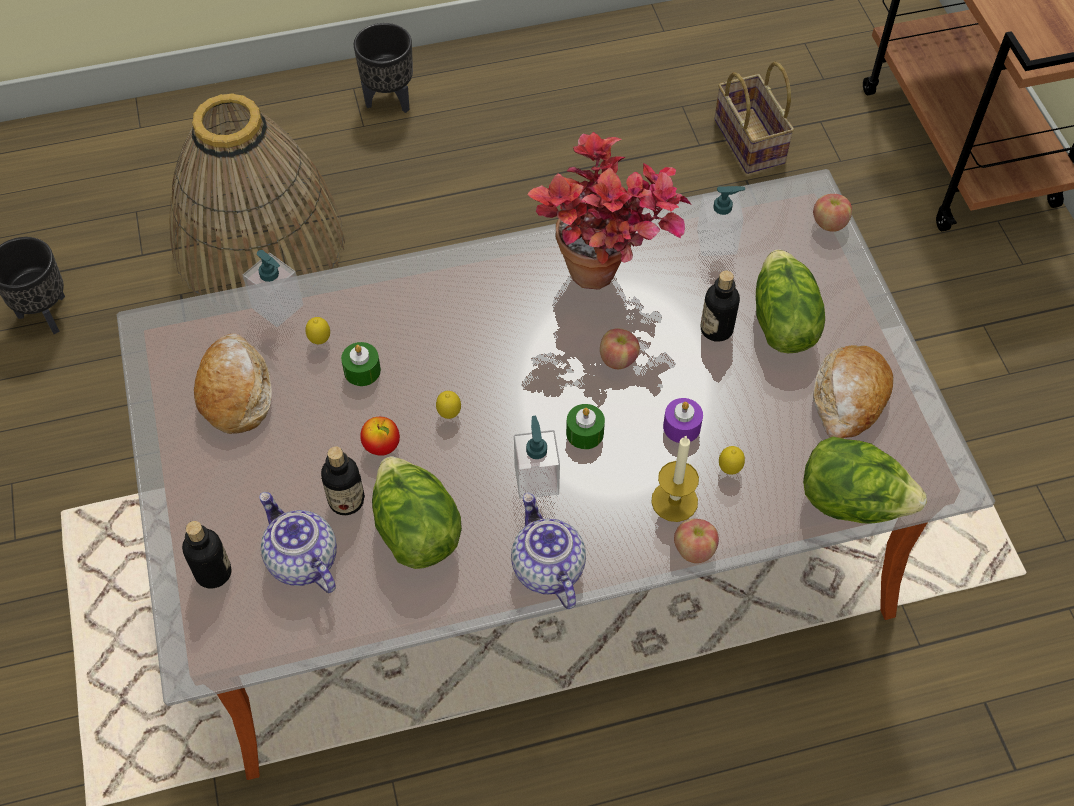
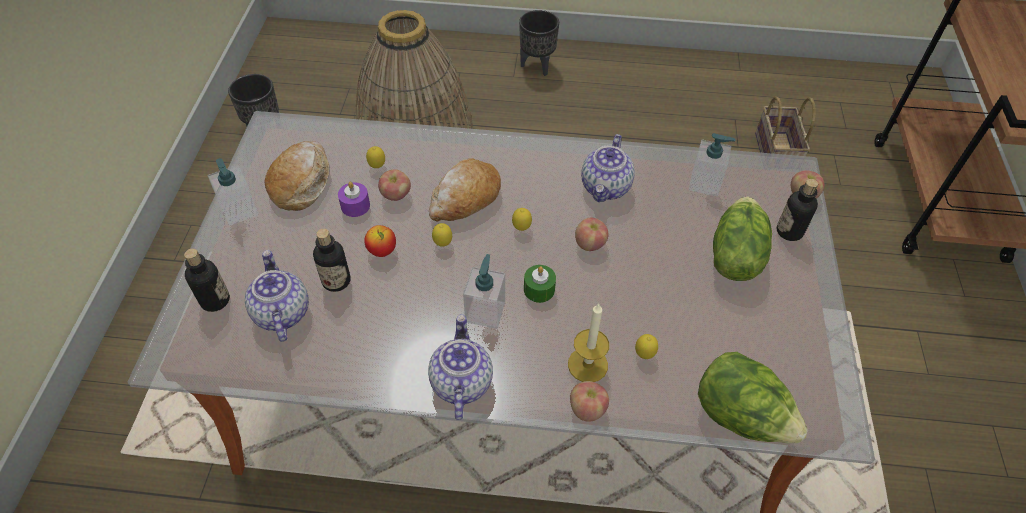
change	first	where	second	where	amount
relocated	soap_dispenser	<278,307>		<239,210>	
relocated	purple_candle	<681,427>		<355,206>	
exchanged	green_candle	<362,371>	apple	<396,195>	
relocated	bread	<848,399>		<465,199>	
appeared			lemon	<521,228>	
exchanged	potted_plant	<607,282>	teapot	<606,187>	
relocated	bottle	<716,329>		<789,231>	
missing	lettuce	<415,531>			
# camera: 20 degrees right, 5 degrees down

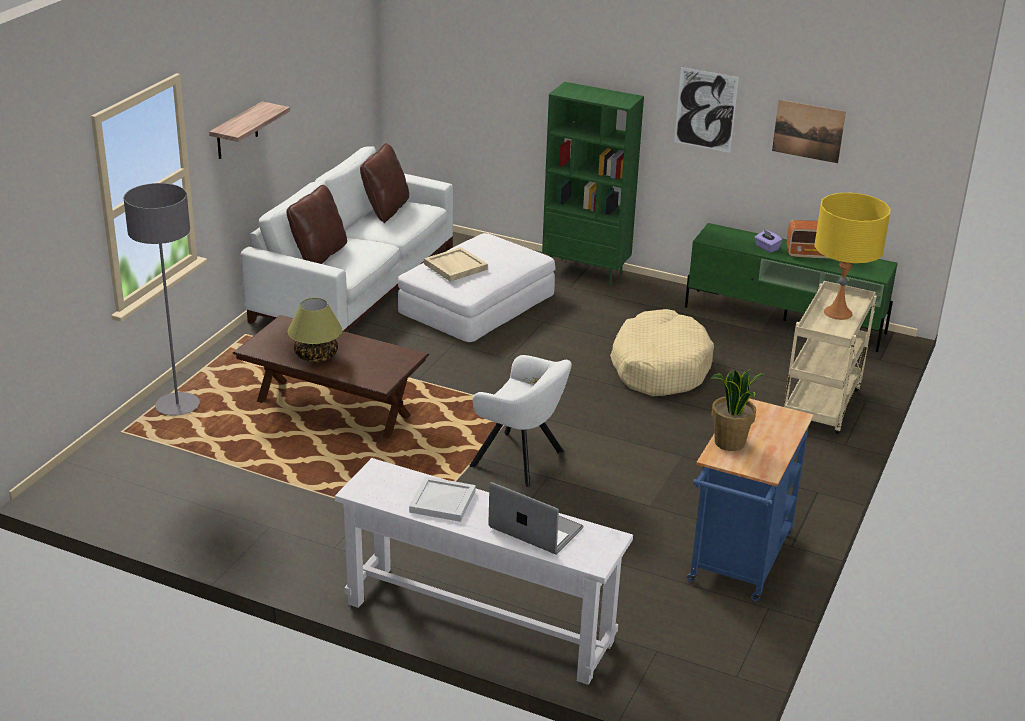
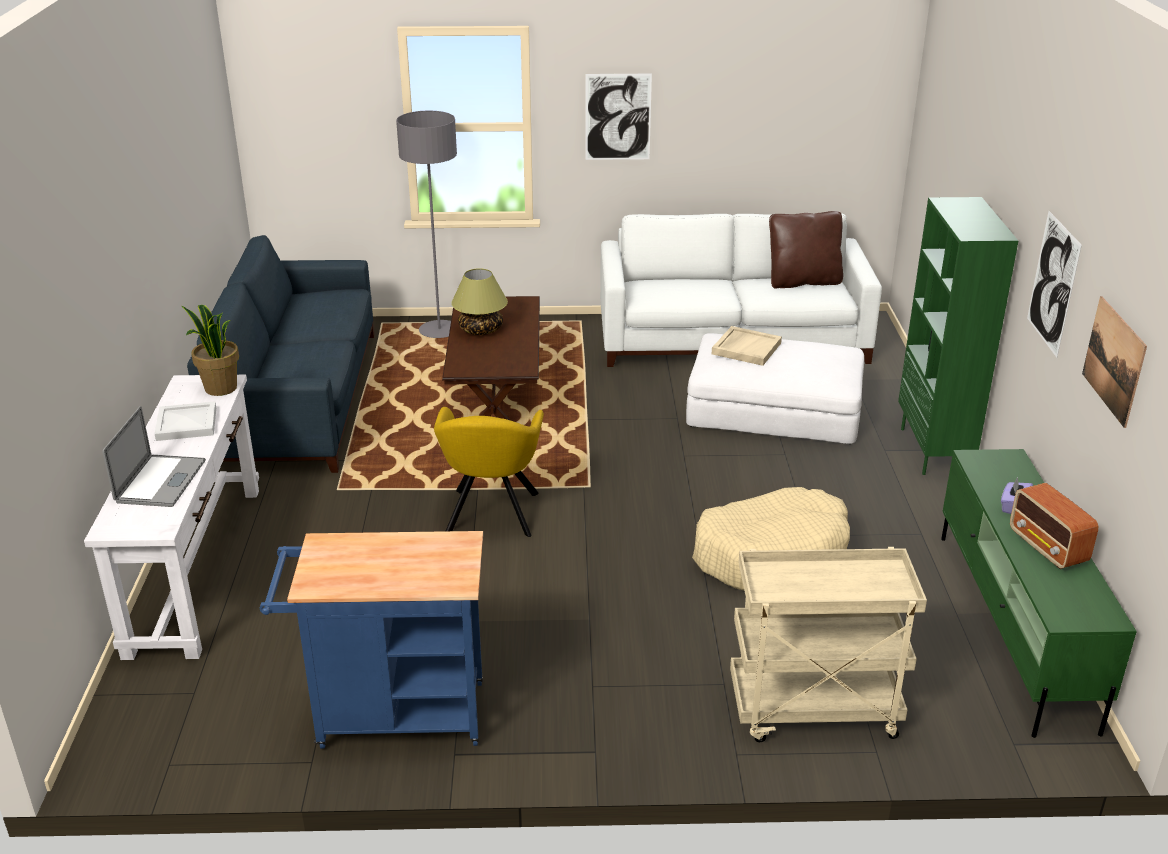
change	first	where	second	where	amount
relocated	potted_plant	<730,443>		<220,388>	
appeared			blue_sofa	<298,398>	
colour	white_armchair	<521,460>	yellow_armchair	<491,516>	
exchanged	shelf	<237,131>	picture	<618,117>	
missing	brown_pillow	<318,256>			
missing	yellow_table_lamp	<838,312>			
# camera: 65 degrees right, 0 degrees up

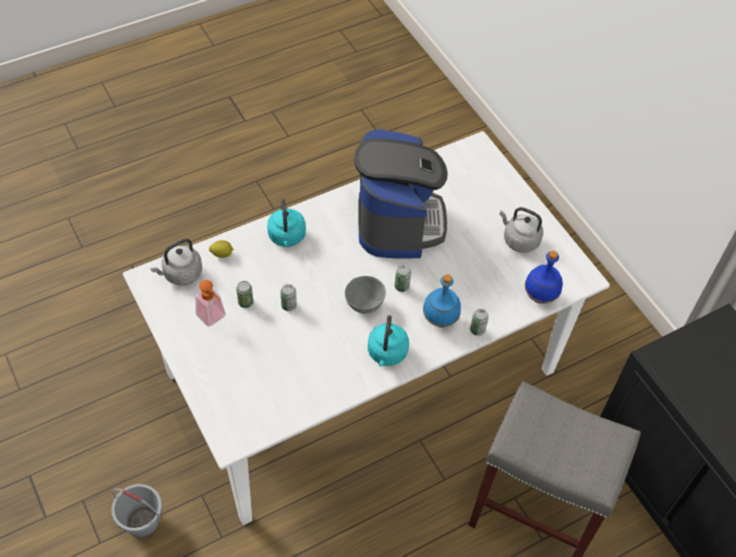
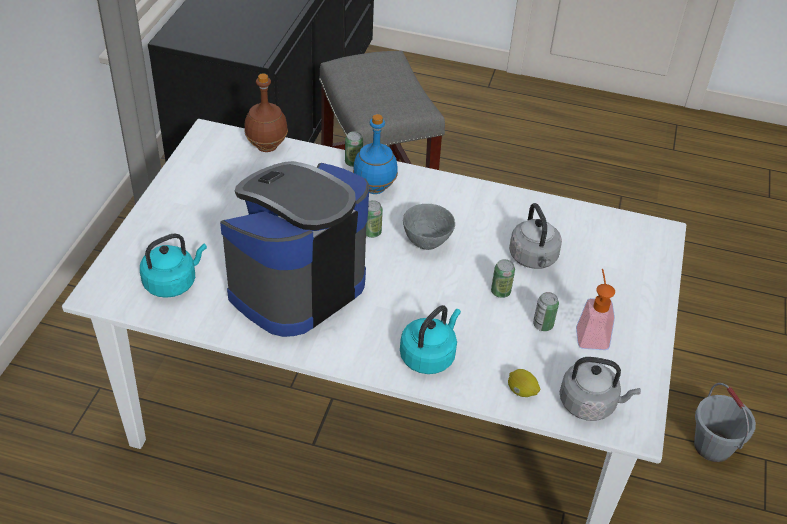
change	first	where	second	where	amount
relocated	turquoise_kettle	<387,354>		<173,282>	
colour	blue_bottle	<540,296>	brown_bottle	<266,147>	
relocated	grey_kettle	<519,240>		<533,259>	
# camera: 135 degrees left, 10 degrees down

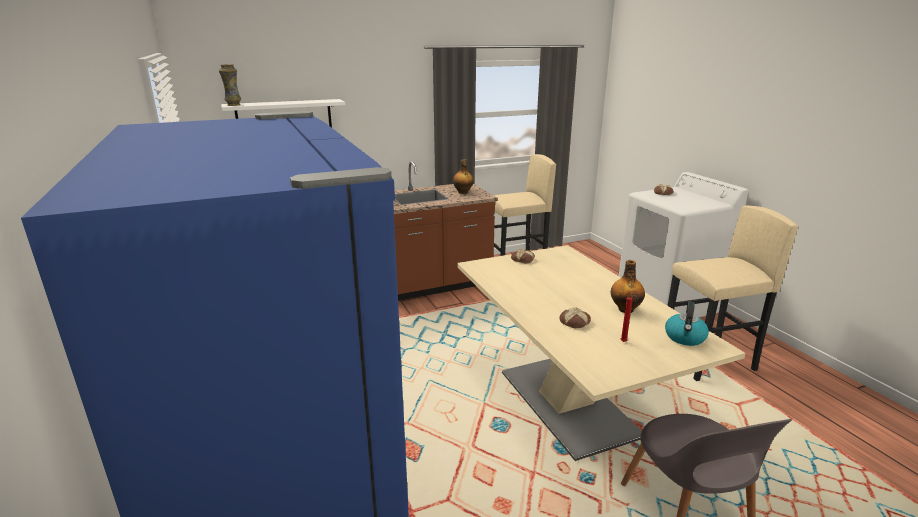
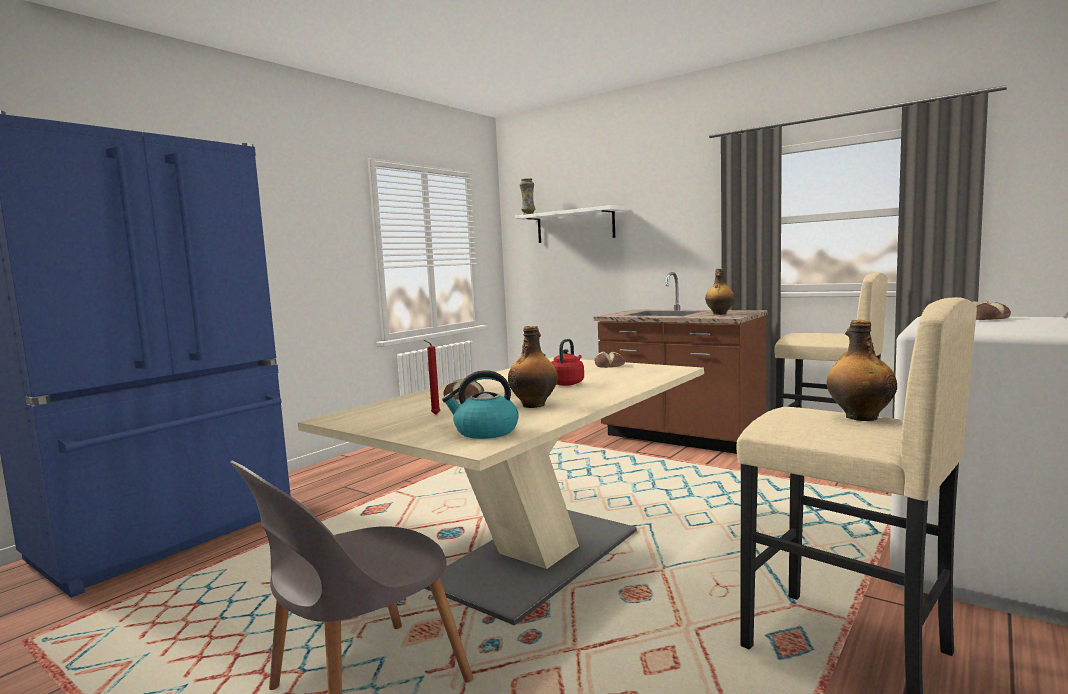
change	first	where	second	where	amount
appeared			red_kettle	<567,383>	
appeared			bottle	<860,417>	
# camera: 60 degrees right, 15 degrees down

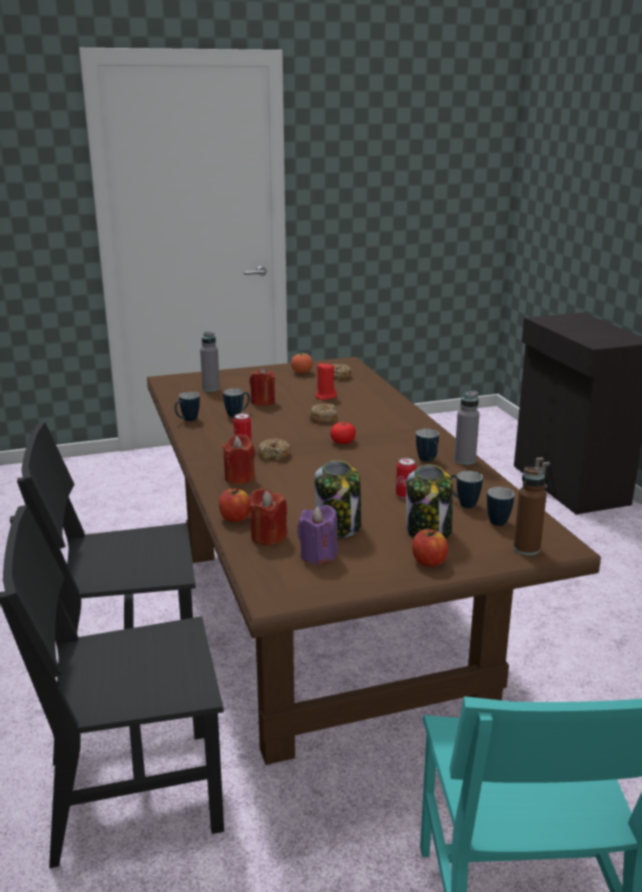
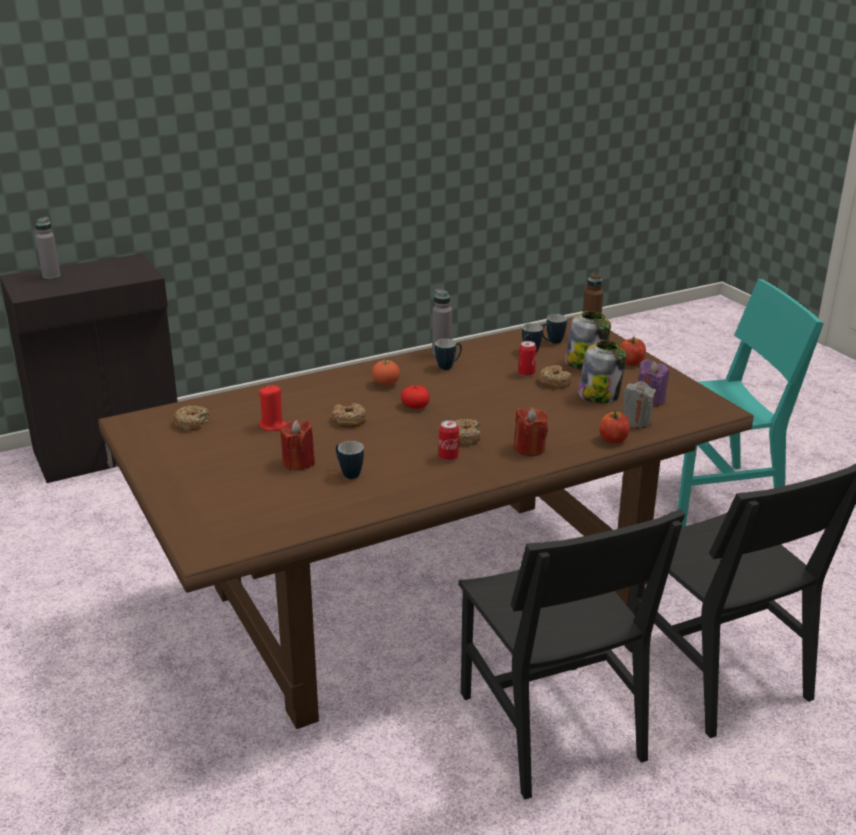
change	first	where	second	where	amount
relocated	grey_bottle	<211,388>		<51,276>	
relocated	tomato	<302,372>		<386,384>	
appeared			donut	<554,382>	
colour	red_candle	<268,537>	grey_candle	<636,421>	
missing	mug	<187,420>			
# camera: 100 degrees left, 5 degrees up

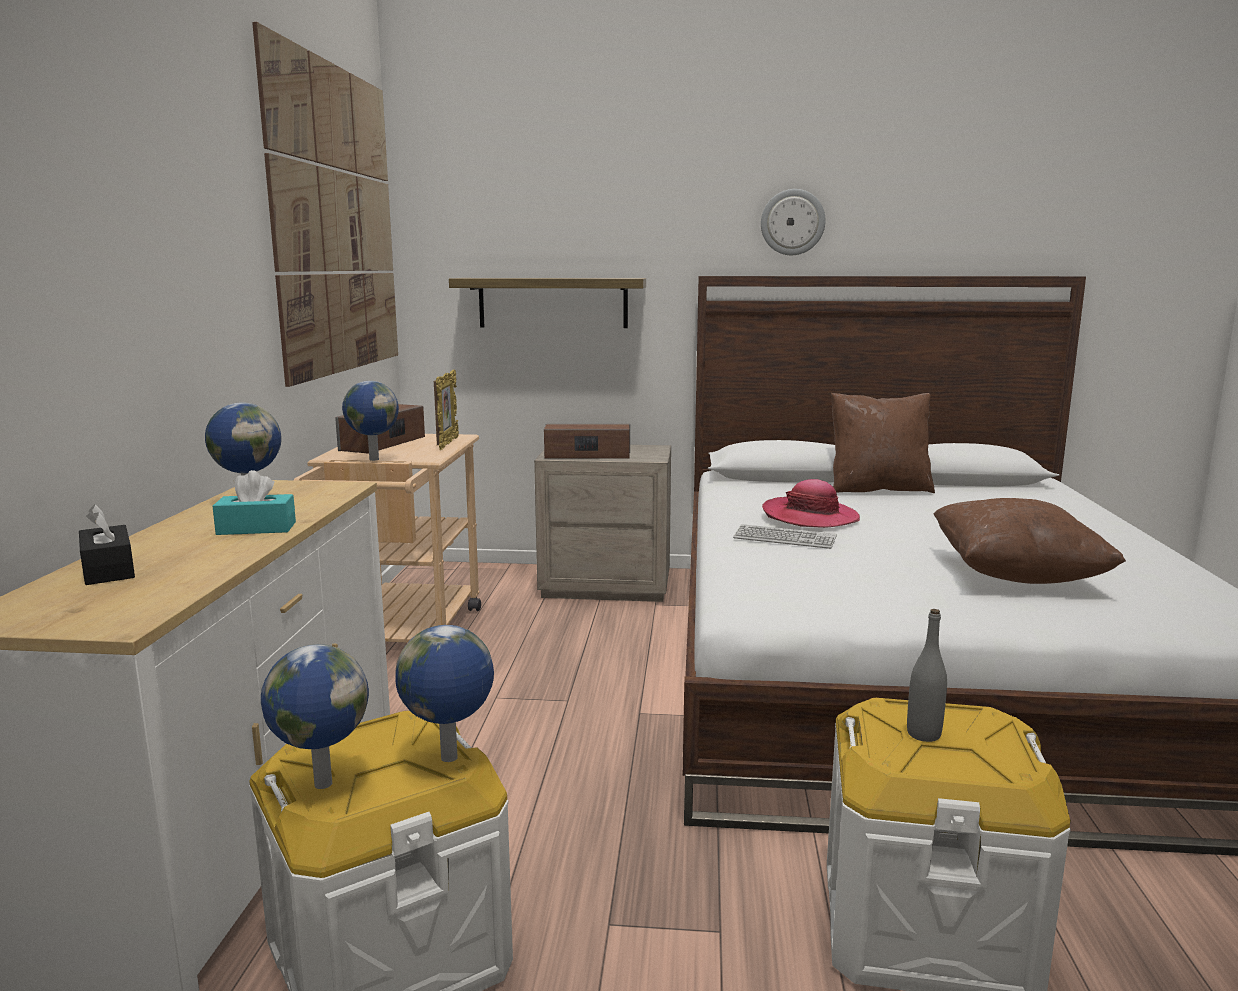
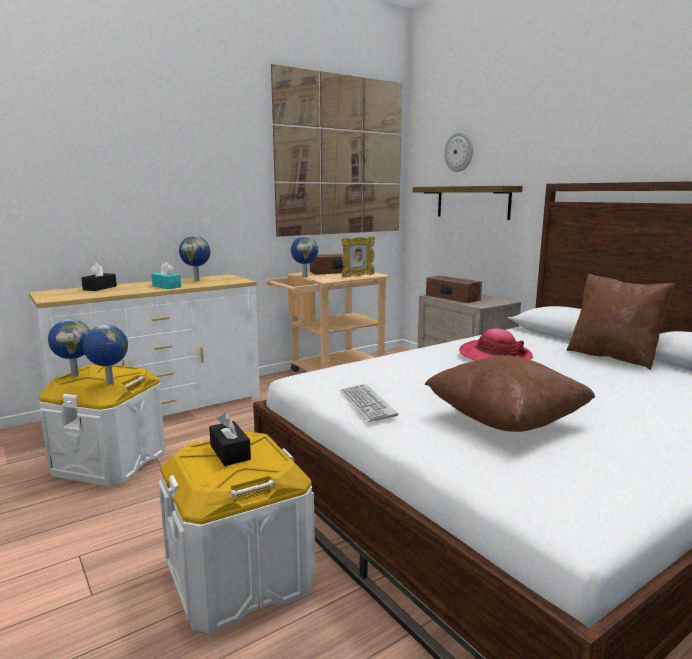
change	first	where	second	where	amount
exchanged	grey_bottle	<923,734>	black_tissue_box	<230,452>	
relocated	keyboard	<784,538>		<367,403>	
relocated	wall_clock	<792,222>		<459,152>	
# camera: 50 degrees right, 0 degrees up

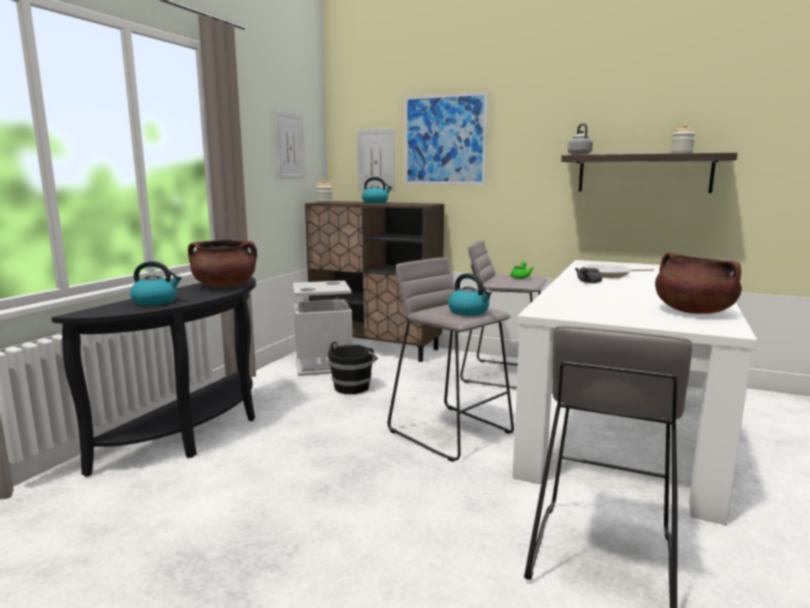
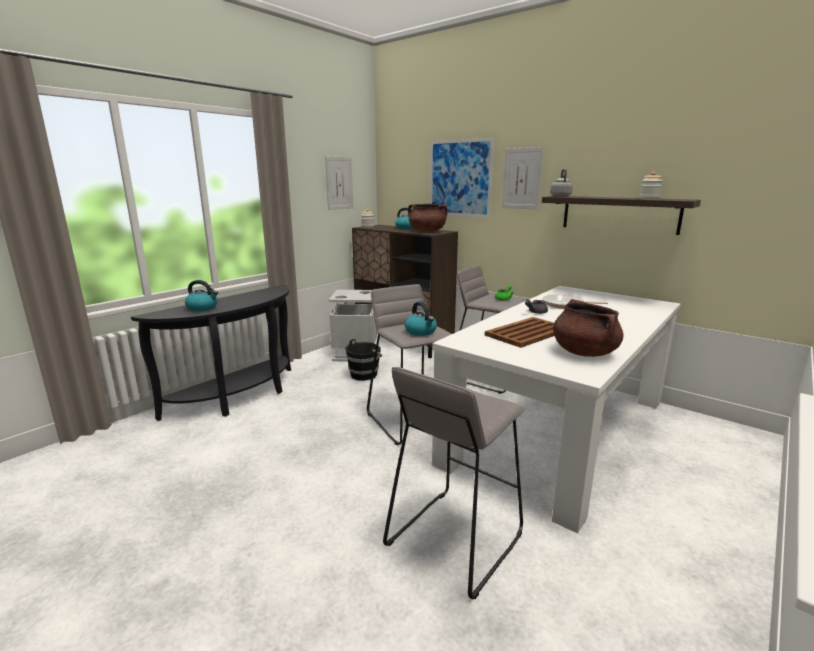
change	first	where	second	where	amount
relocated	brown_cooking_pot	<225,286>		<427,231>	
appeared			brown_tray	<526,333>	
relocated	picture	<376,160>		<521,178>	
# camera: 15 degrees right, 5 degrees up

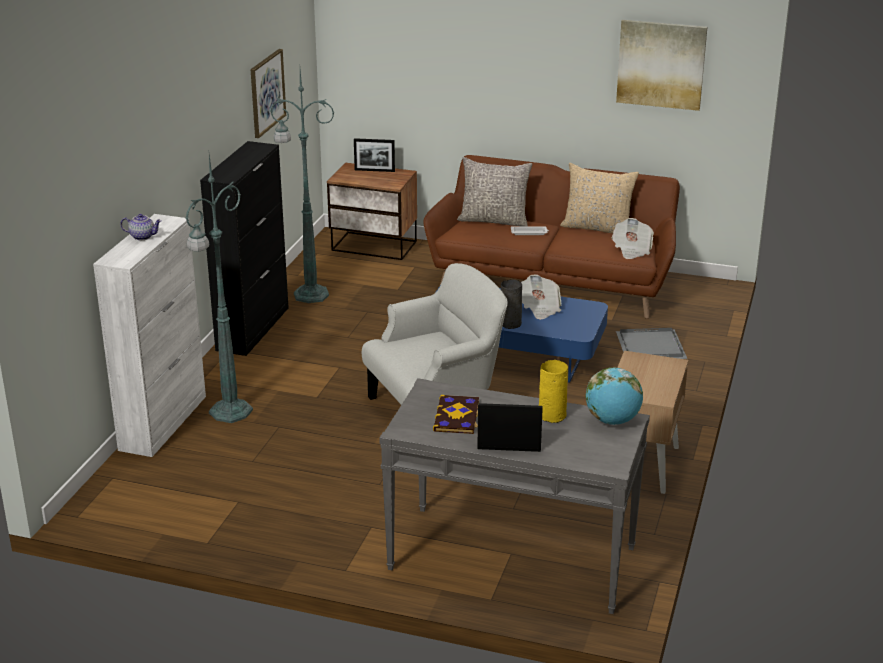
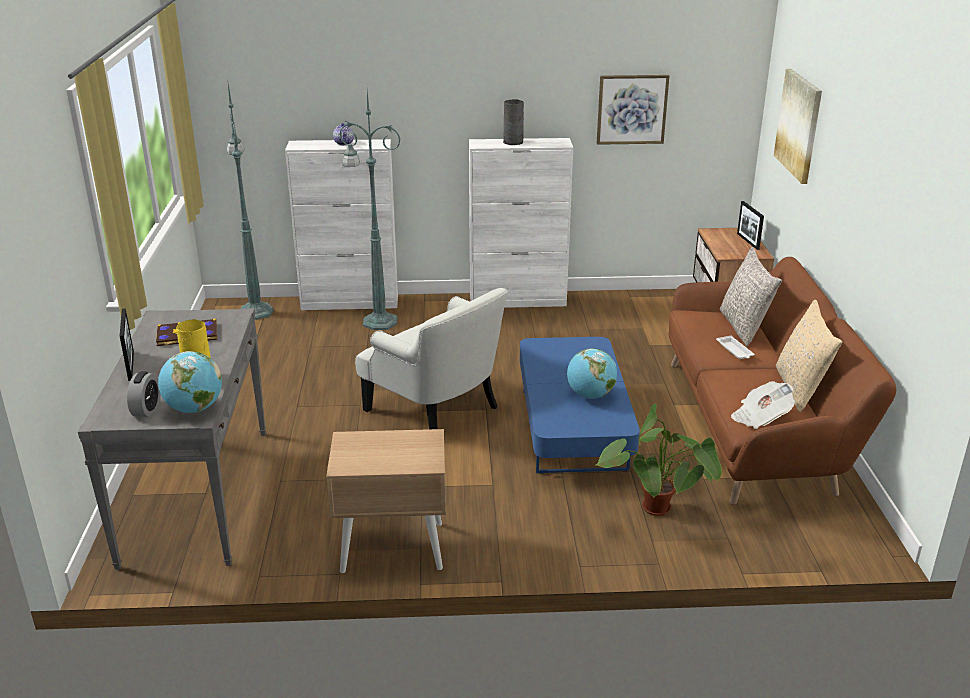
change	first	where	second	where	amount
appeared			alarm_clock	<146,409>	
relocated	green_floor_lamp	<309,294>		<256,311>	
colour	black_cabinet	<253,328>	white_cabinet	<518,300>	
relocated	grey_vase	<511,323>		<513,142>	
exchanged	newspaper	<539,308>	globe	<590,395>	
exchanged	grey_tray	<652,347>	potted_plant	<660,517>	
relocated	picture	<661,64>		<799,125>	
# camera: 70 degrees right, 0 degrees up

